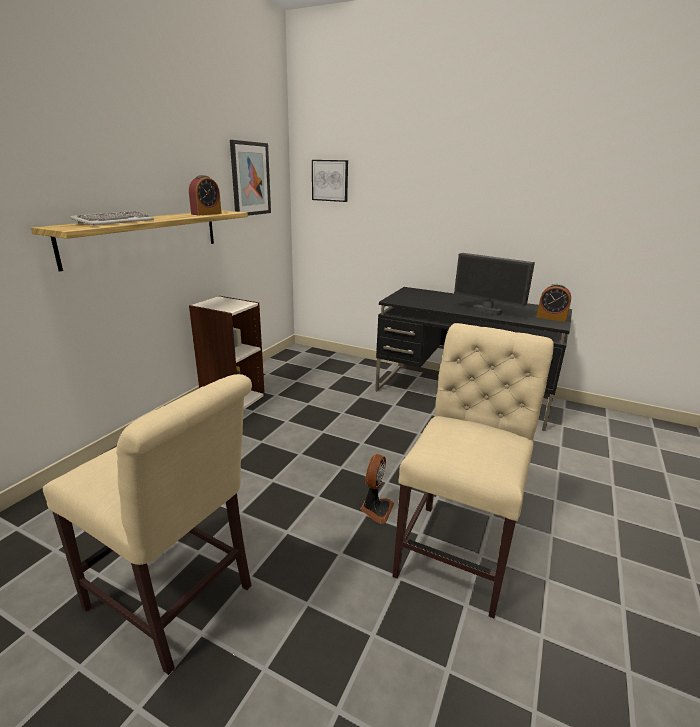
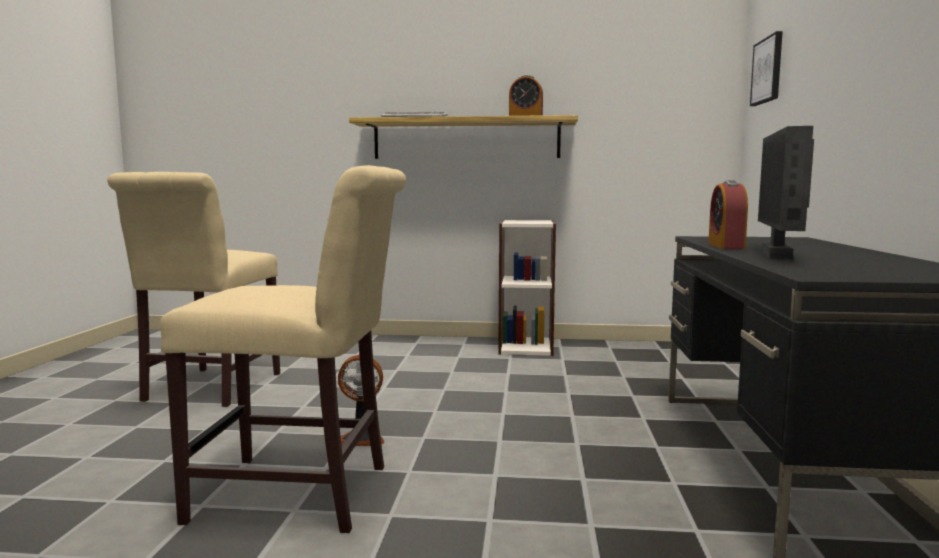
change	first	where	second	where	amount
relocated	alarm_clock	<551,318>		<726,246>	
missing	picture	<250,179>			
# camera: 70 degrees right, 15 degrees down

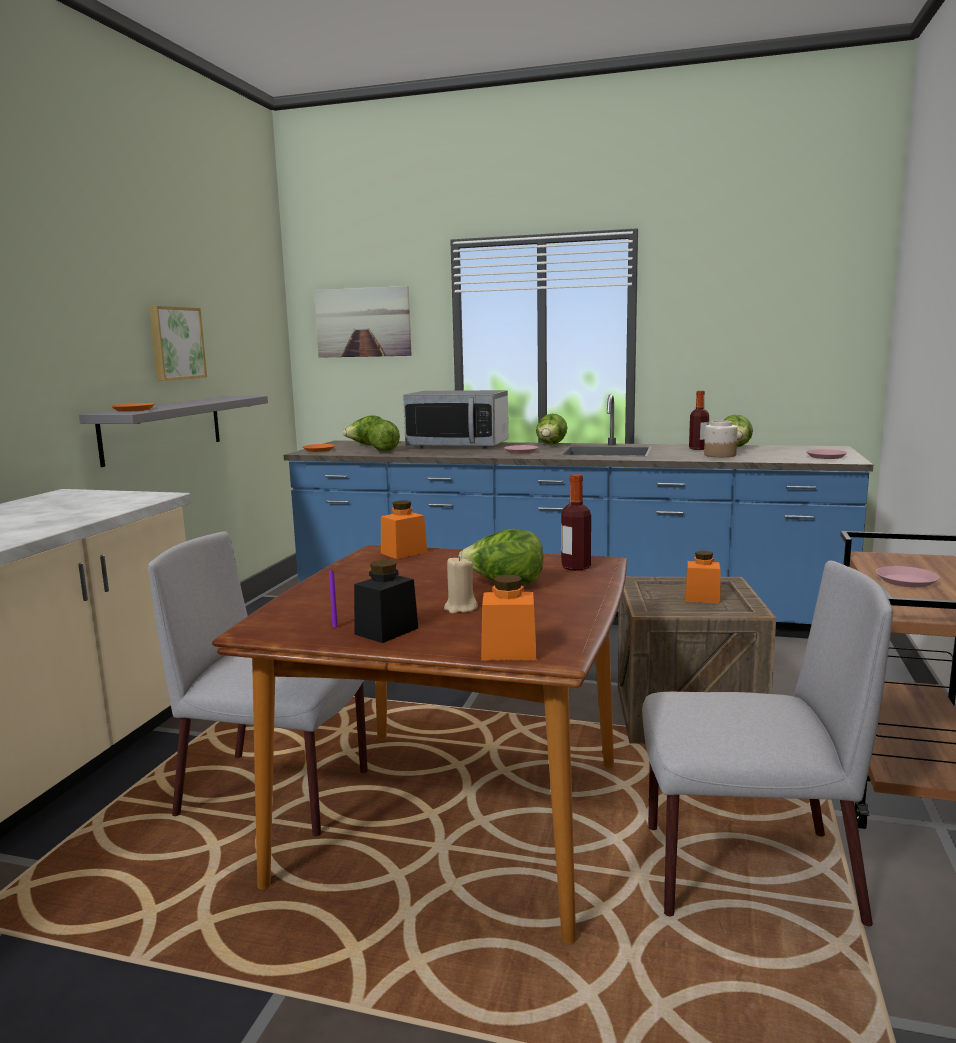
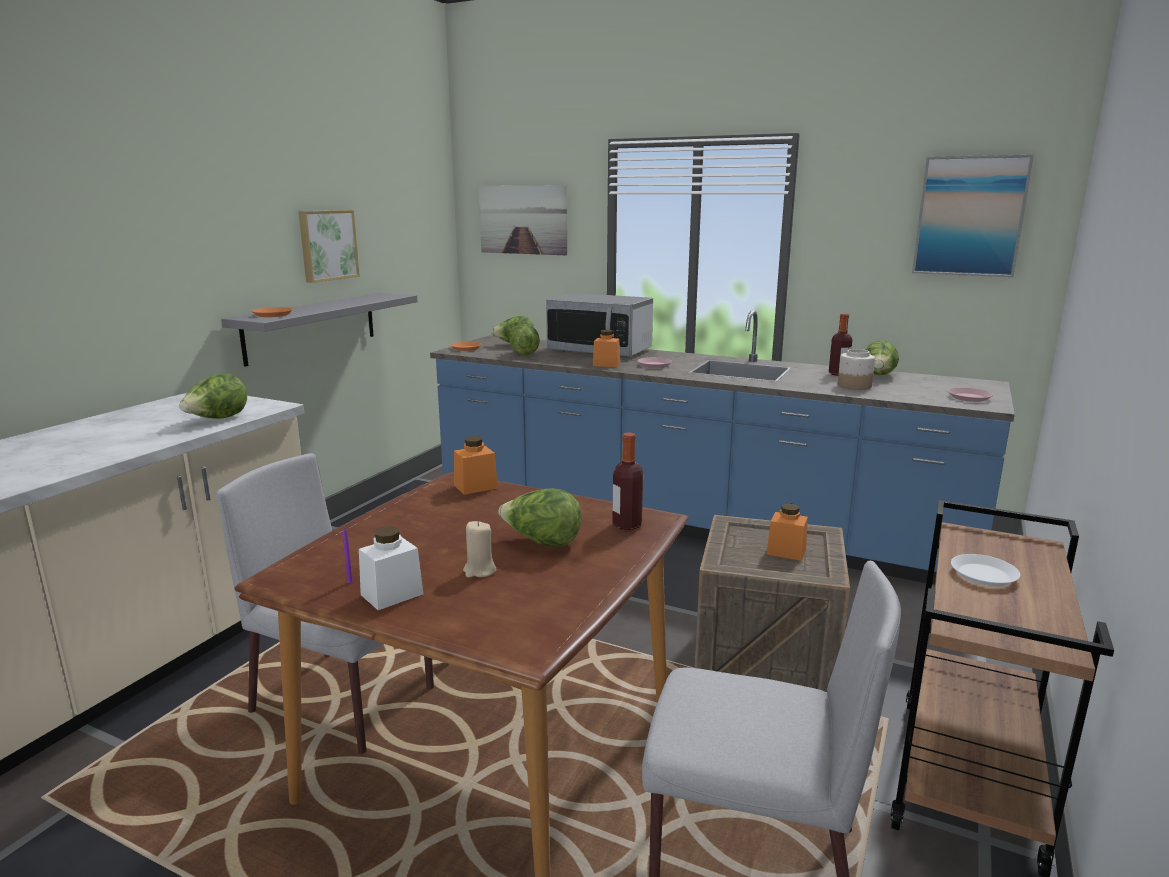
change	first	where	second	where	amount
relocated	lettuce	<551,445>		<217,419>	
colour	black_jar	<386,631>	white_jar	<392,594>	
relocated	orange_jar	<509,651>		<606,364>	
appeared			picture	<970,216>	
colour	pink_plate	<907,581>	white_plate	<984,575>	
# camera: 10 degrees right, 5 degrees up

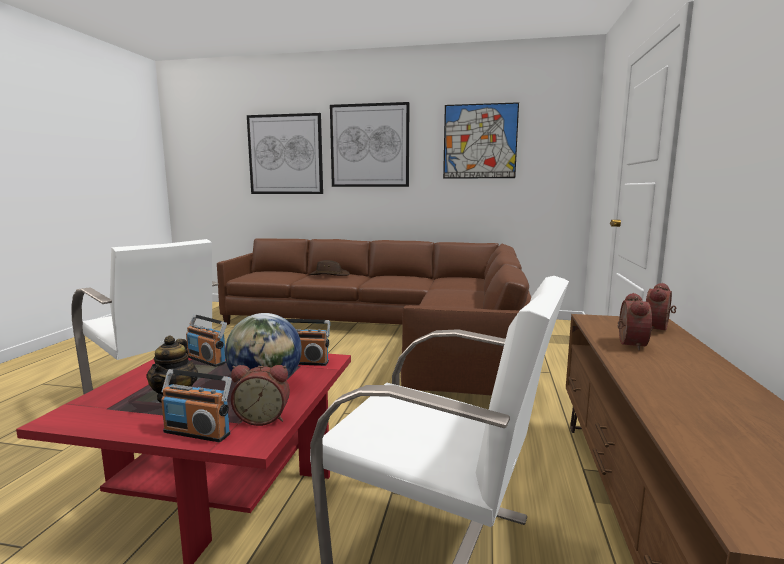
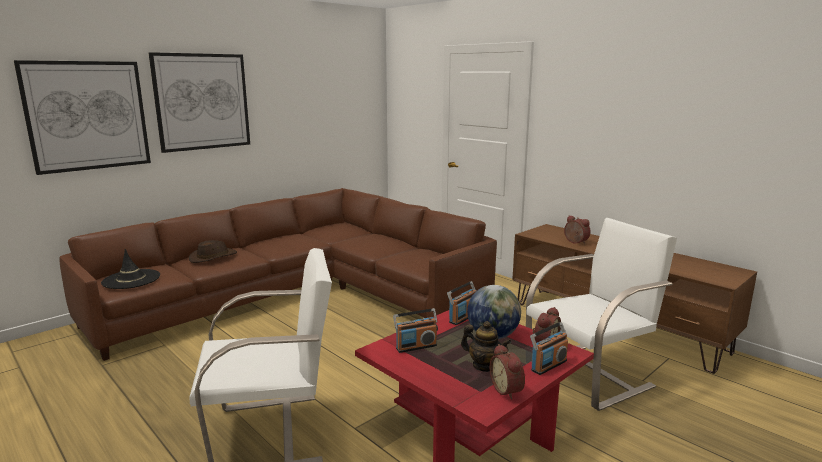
change	first	where	second	where	amount
appeared			black_hat	<131,279>	
relocated	alarm_clock	<658,329>		<508,390>	
missing	picture	<480,141>			
# camera: 55 degrees left, 5 degrees up

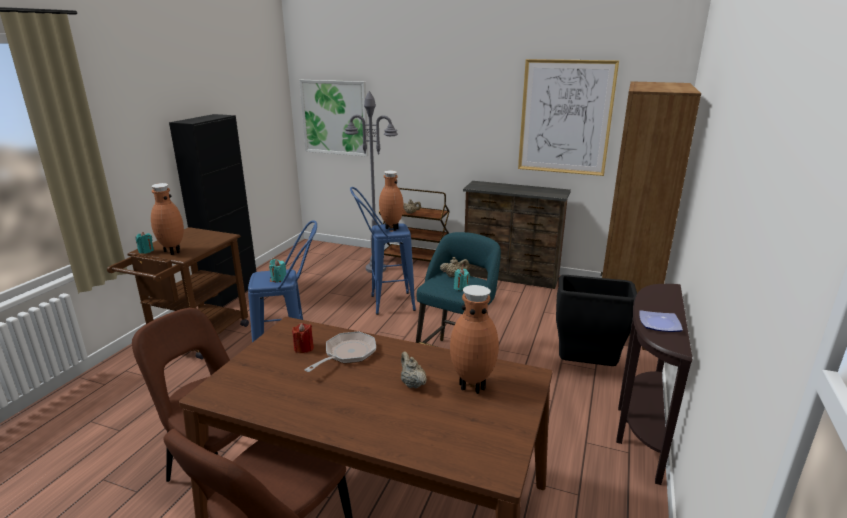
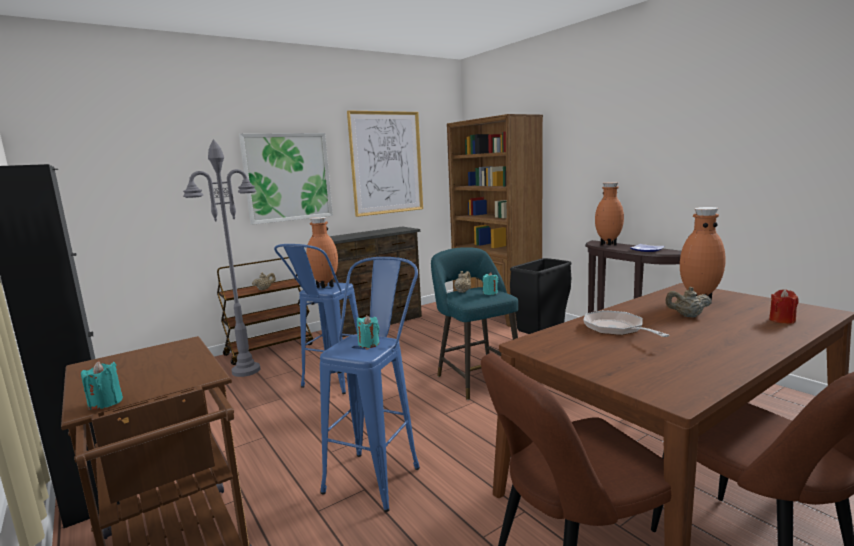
change	first	where	second	where	amount
relocated	picture	<335,117>		<288,177>	
relocated	brown_vase	<172,252>		<608,245>	
relocated	red_candle	<304,348>		<782,320>	
# camera: 55 degrees left, 10 degrees down

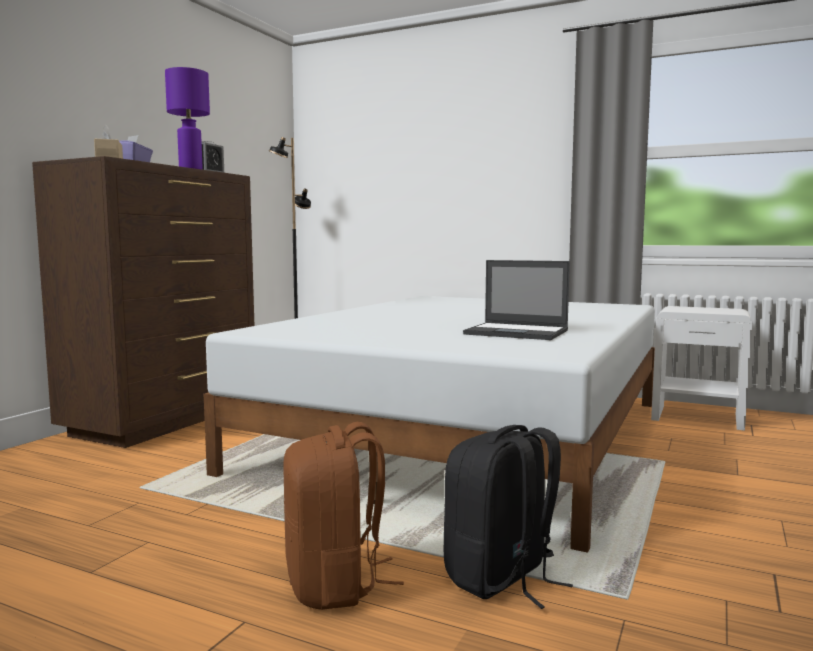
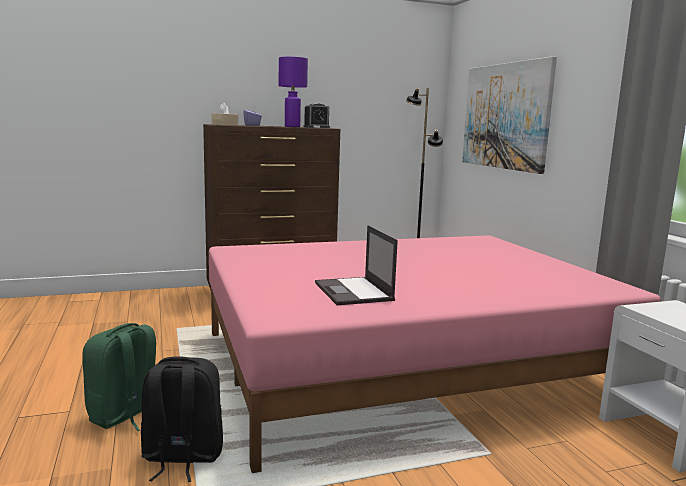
change	first	where	second	where	amount
colour	brown_backpack	<335,584>	green_backpack	<125,415>	
colour	white_bed	<470,434>	pink_bed	<404,366>	
appeared			picture	<505,116>	
# camera: 45 degrees right, 5 degrees up

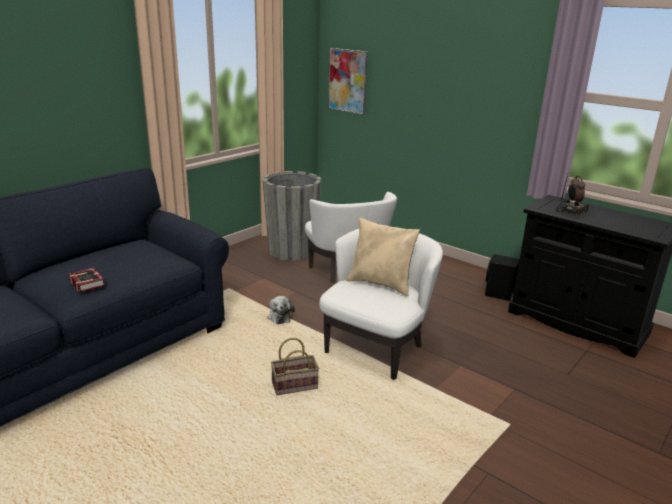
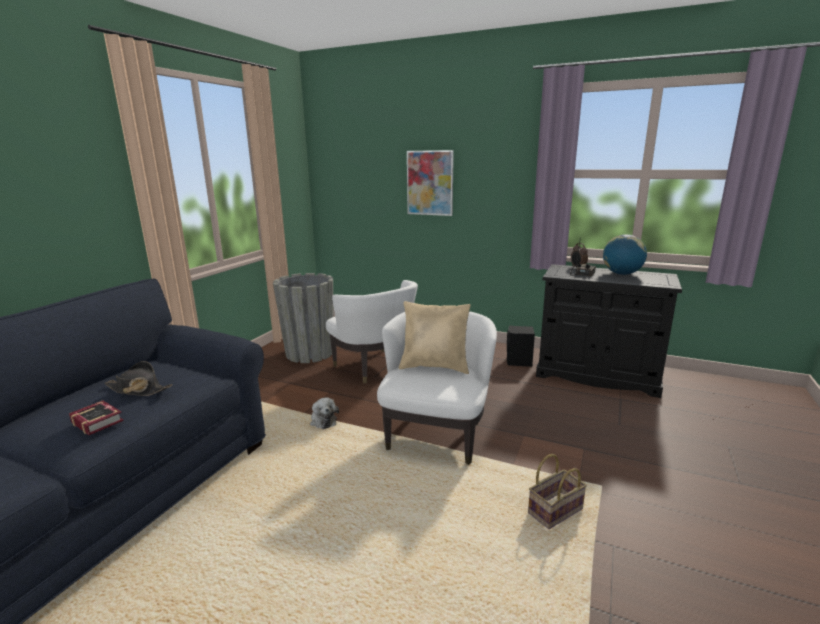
change	first	where	second	where	amount
appeared			black_hat	<138,389>	
relocated	picture	<348,81>		<430,183>	
relocated	basket	<295,385>		<555,510>	
appeared			globe	<621,274>	
# camera: 15 degrees left, 5 degrees down

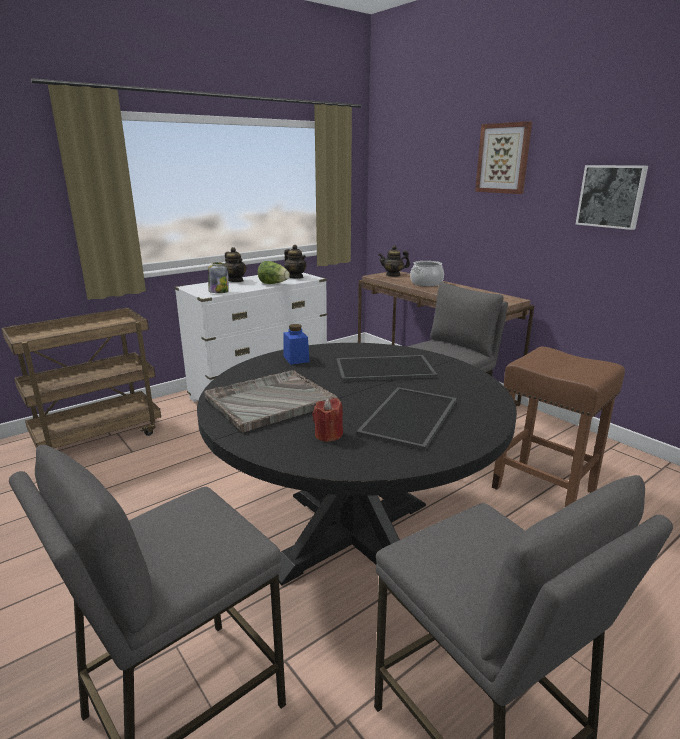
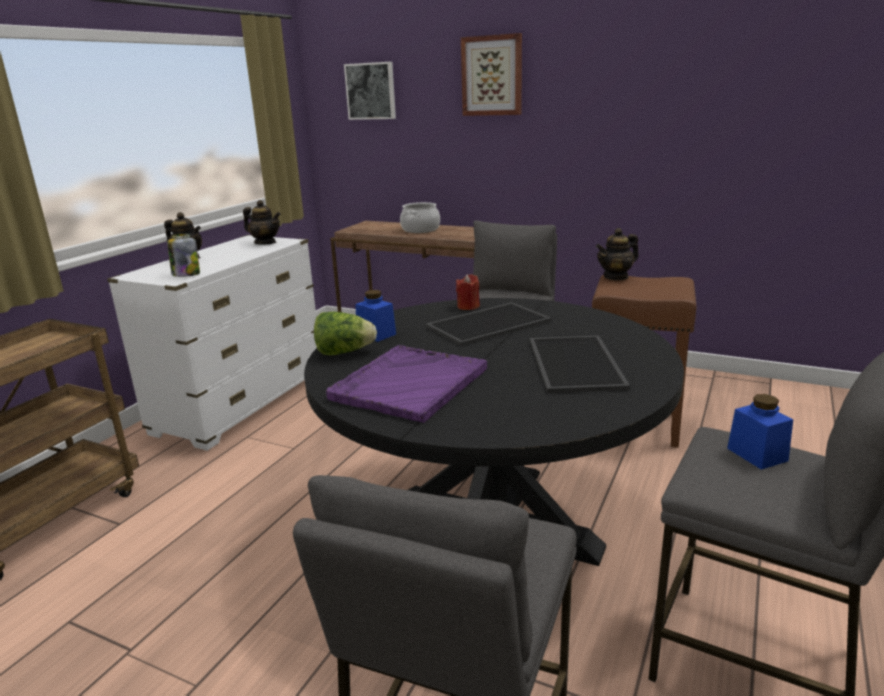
change	first	where	second	where	amount
relocated	lettuce	<273,284>		<344,352>	
colour	grey_tray	<269,401>	purple_tray	<409,384>	
relocated	picture	<611,196>		<371,91>	
relocated	red_candle	<328,435>		<468,306>	
relocated	teapot	<393,275>		<616,277>	
appeared			blue_jar	<757,454>	
# camera: 25 degrees left, 0 degrees up

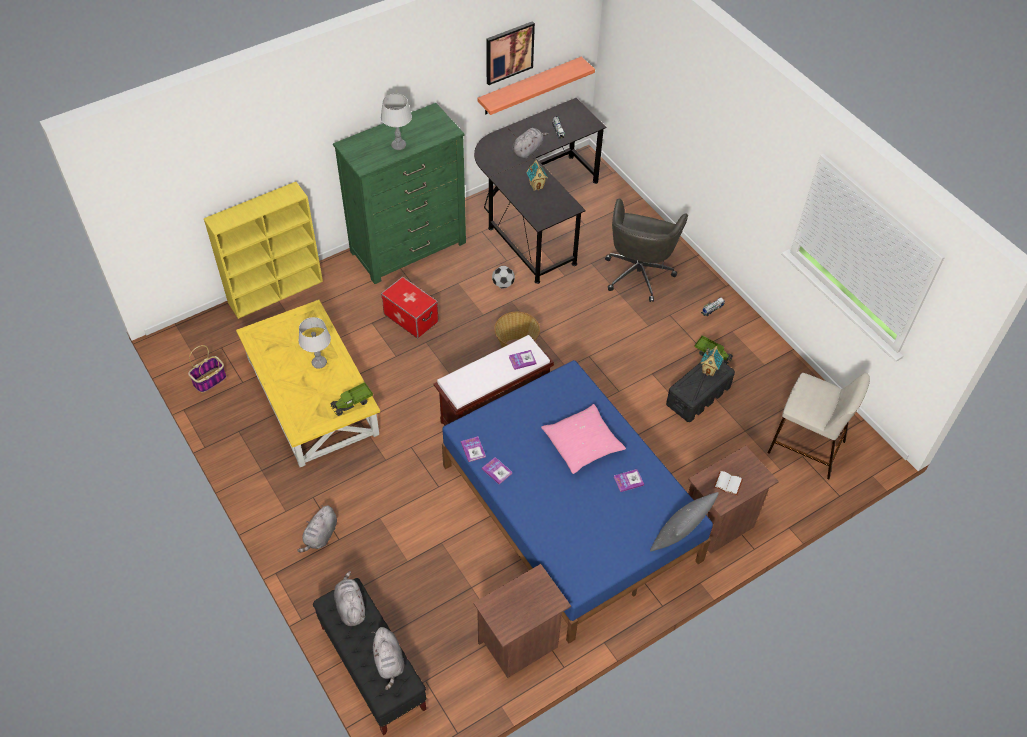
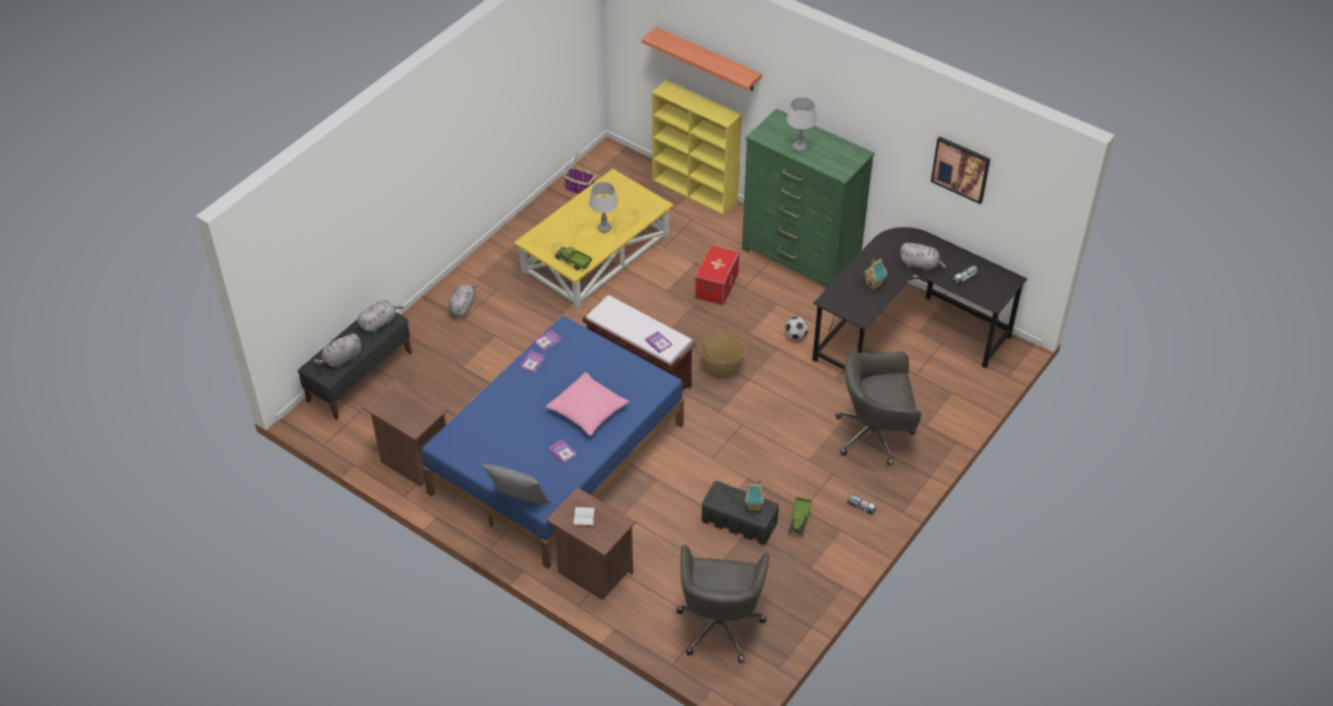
change	first	where	second	where	amount
spun	grey_plush_toy	<320,536>		<462,307>	105 degrees clockwise
relocated	shelf	<530,86>		<707,60>	
exchanged	beige_stool	<805,446>	grey_office_chair	<720,624>	
# camera: 70 degrees right, 5 degrees down

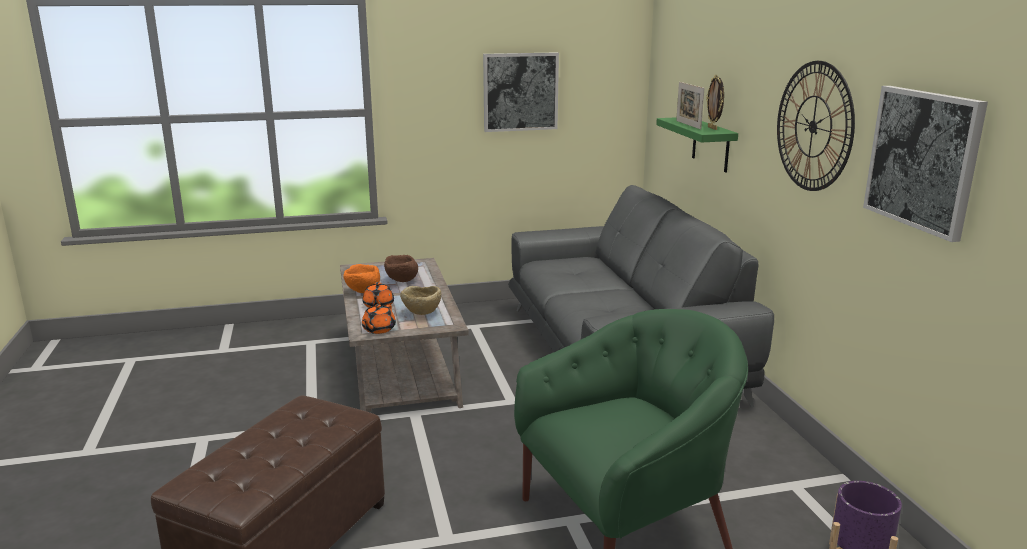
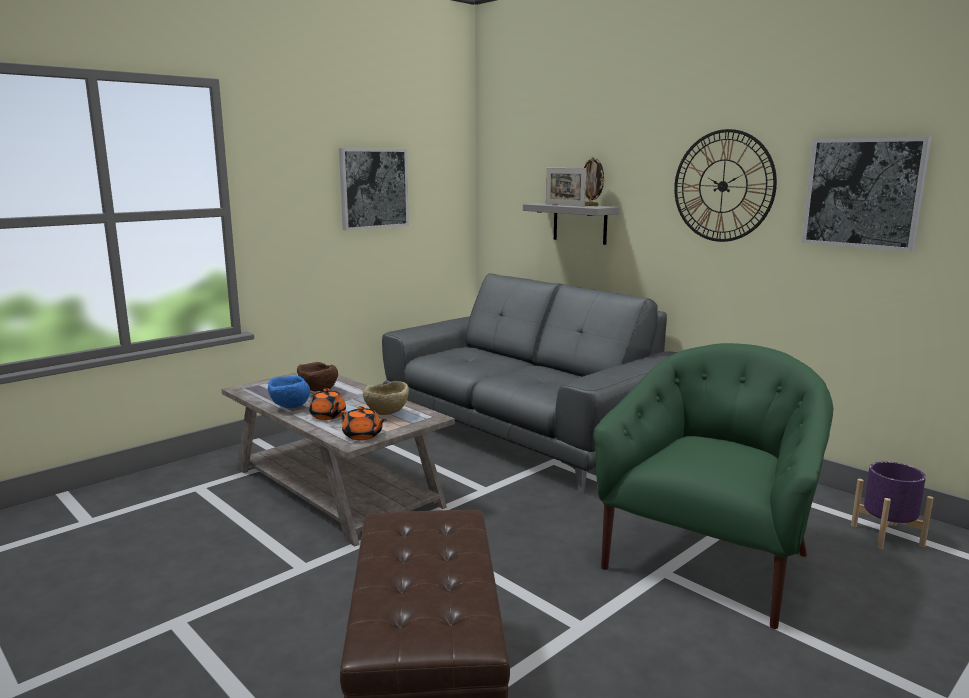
change	first	where	second	where	amount
colour	orange_bowl	<363,292>	blue_bowl	<289,407>	
spun	orange_teapot	<378,329>		<362,436>	45 degrees counterclockwise
colour	green_shelf	<711,144>	grey_shelf	<580,223>	
# camera: 30 degrees left, 5 degrees down

